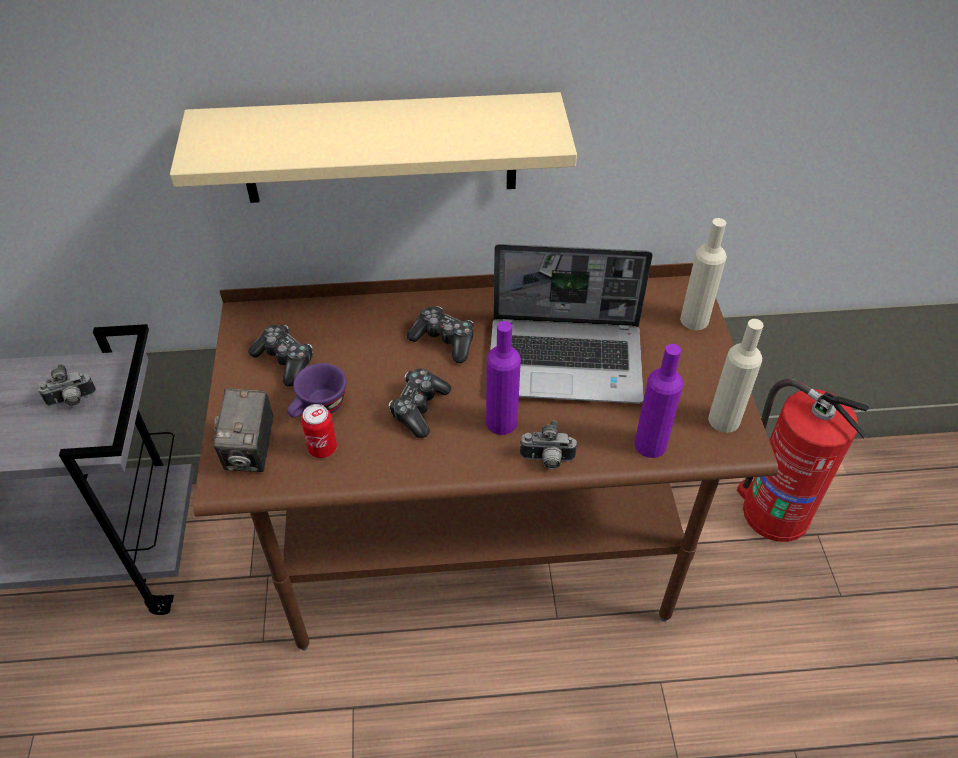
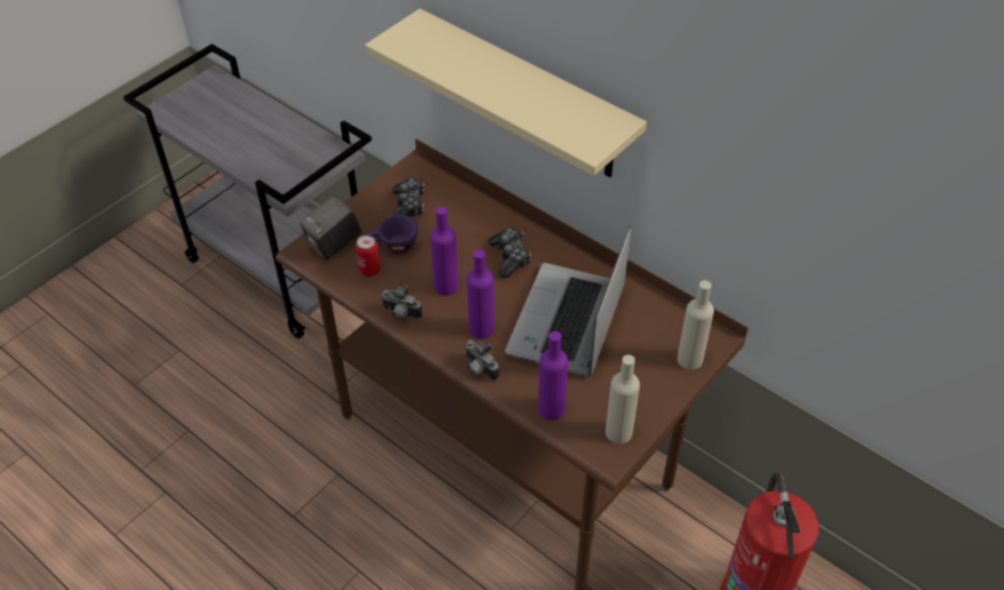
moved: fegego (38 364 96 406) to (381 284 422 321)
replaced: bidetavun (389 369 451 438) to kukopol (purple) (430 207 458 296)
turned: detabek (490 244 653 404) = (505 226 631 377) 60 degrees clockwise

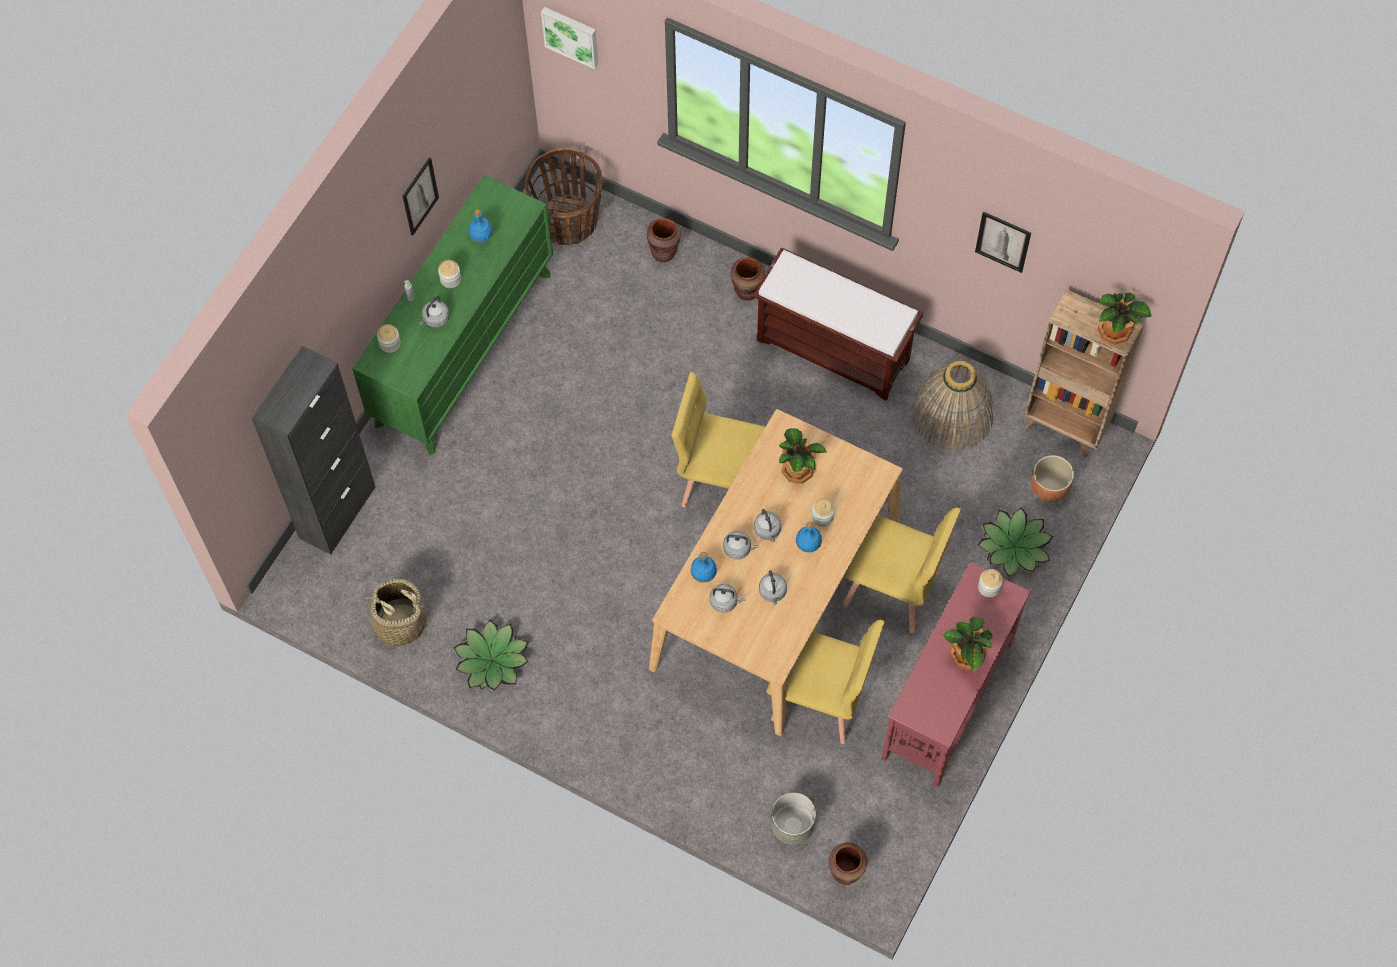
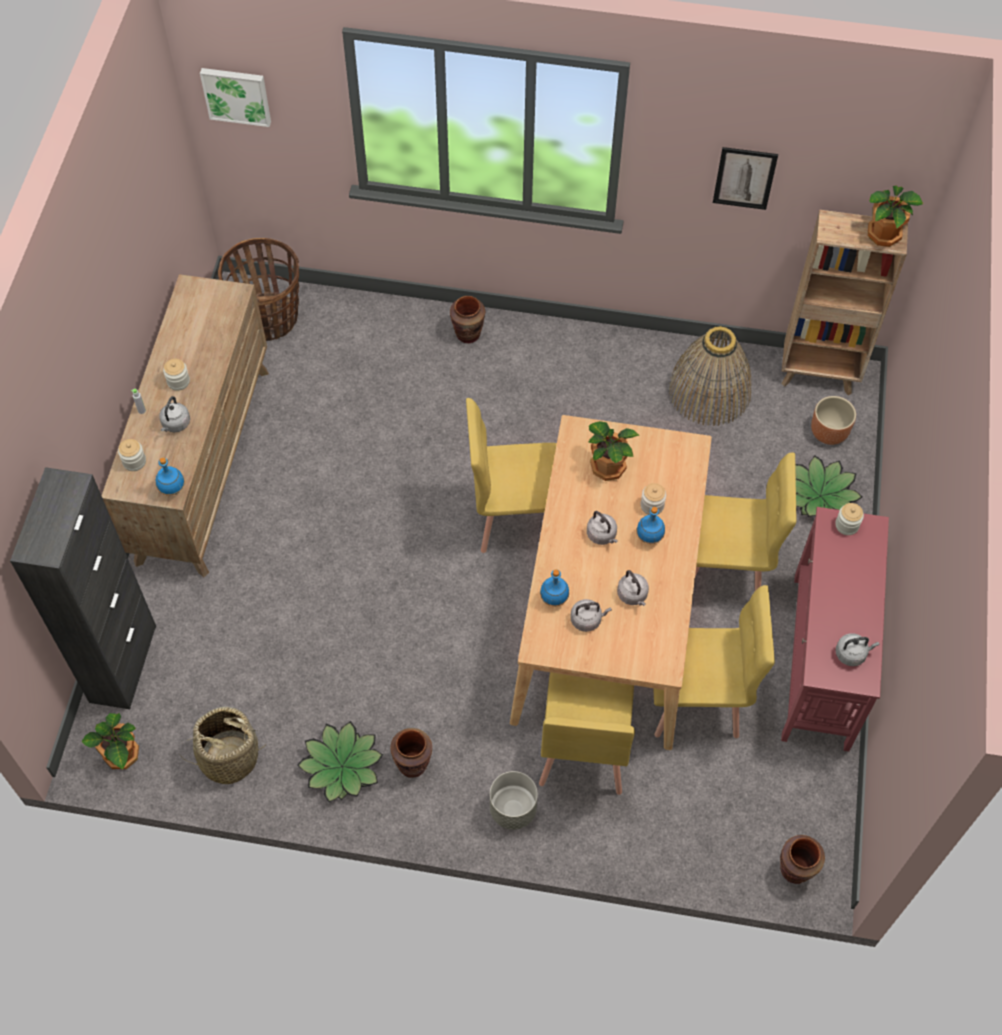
removed: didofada (403 157 439 236); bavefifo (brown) (753 247 923 401)
added: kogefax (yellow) (539 672 635 795)
moved: kukopol (blue) (468 210 493 243) to (155 458 185 496); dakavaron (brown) (647 218 681 262) to (391 728 432 777); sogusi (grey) (723 531 759 560) to (835 633 879 666); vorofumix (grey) (771 793 816 845) to (490 771 538 830); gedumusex (942 616 993 672) to (81 713 139 770)
recoloured: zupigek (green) (352 175 553 455) to zupigek (brown) (102 274 269 577)

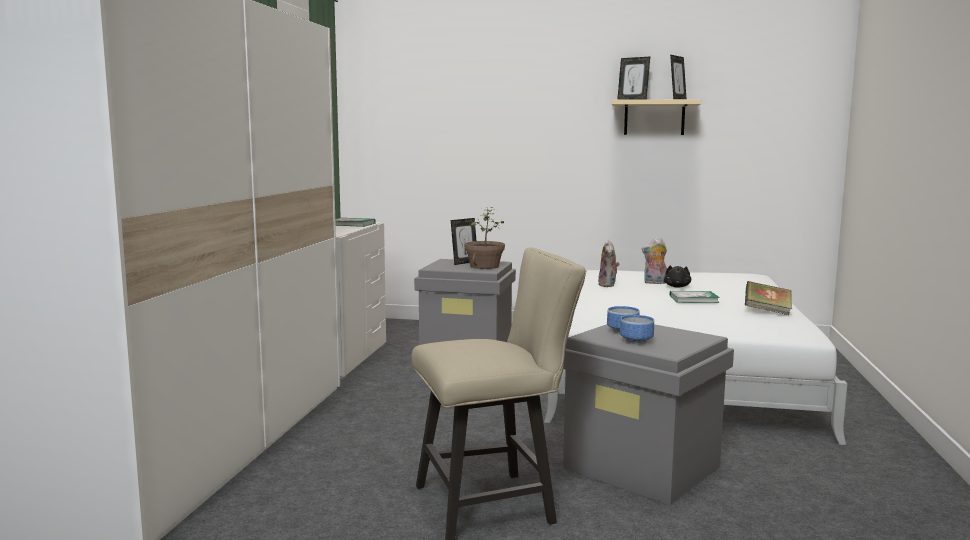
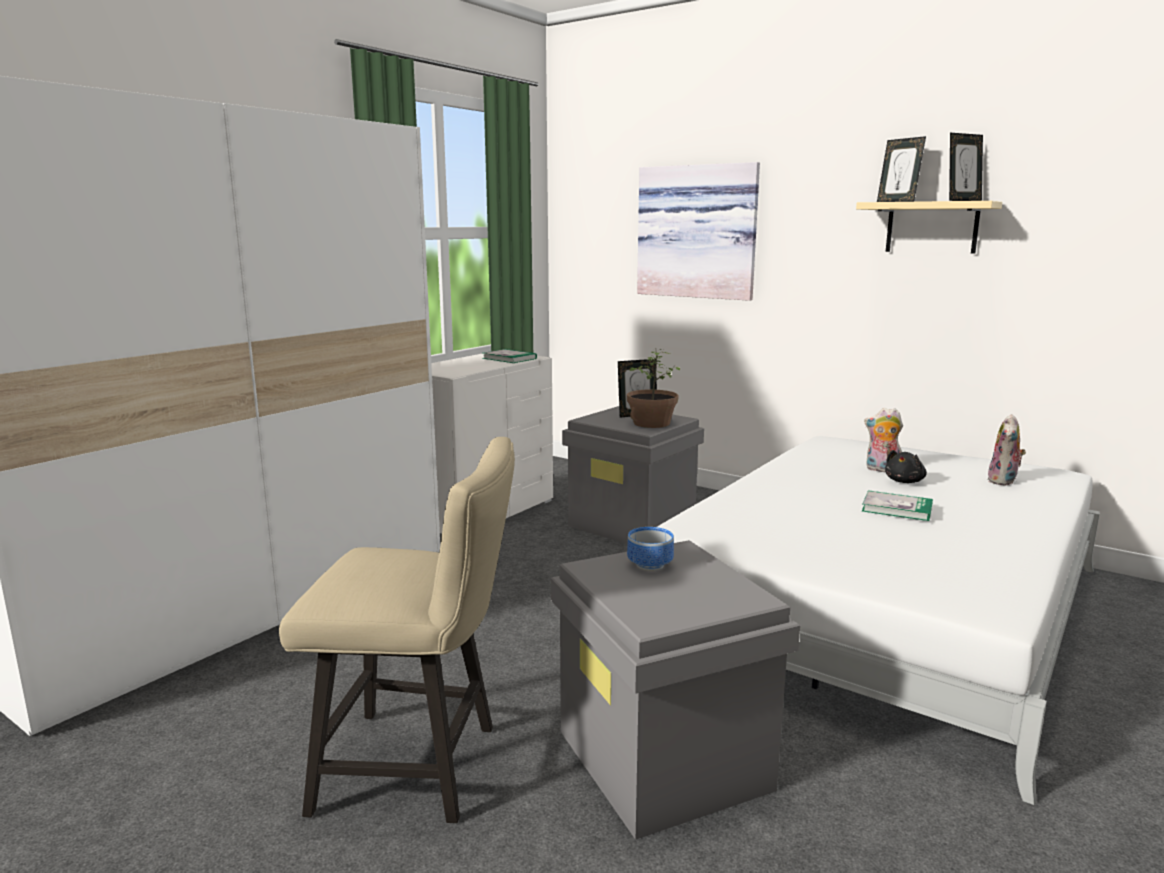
removed: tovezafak (620 315 654 344); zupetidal (745 281 792 315)
added: didofada (637 162 760 301)
moved: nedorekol (598 240 620 287) to (988 414 1026 486)

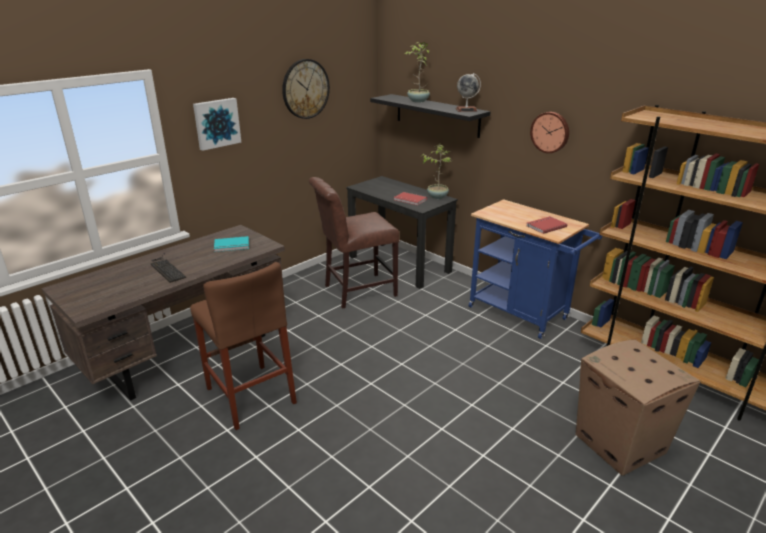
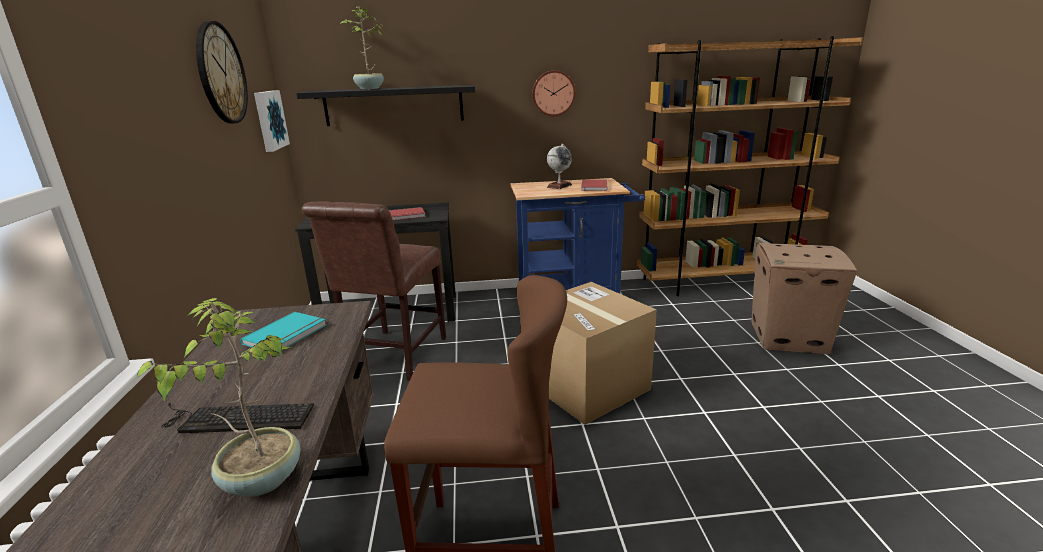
added: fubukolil (549 282 657 425)
moved: didofada (193 98 241 151) to (254 90 290 152); gedumusex (421 144 452 199) to (136 298 301 496); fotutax (456 73 481 112) to (547 144 572 189)

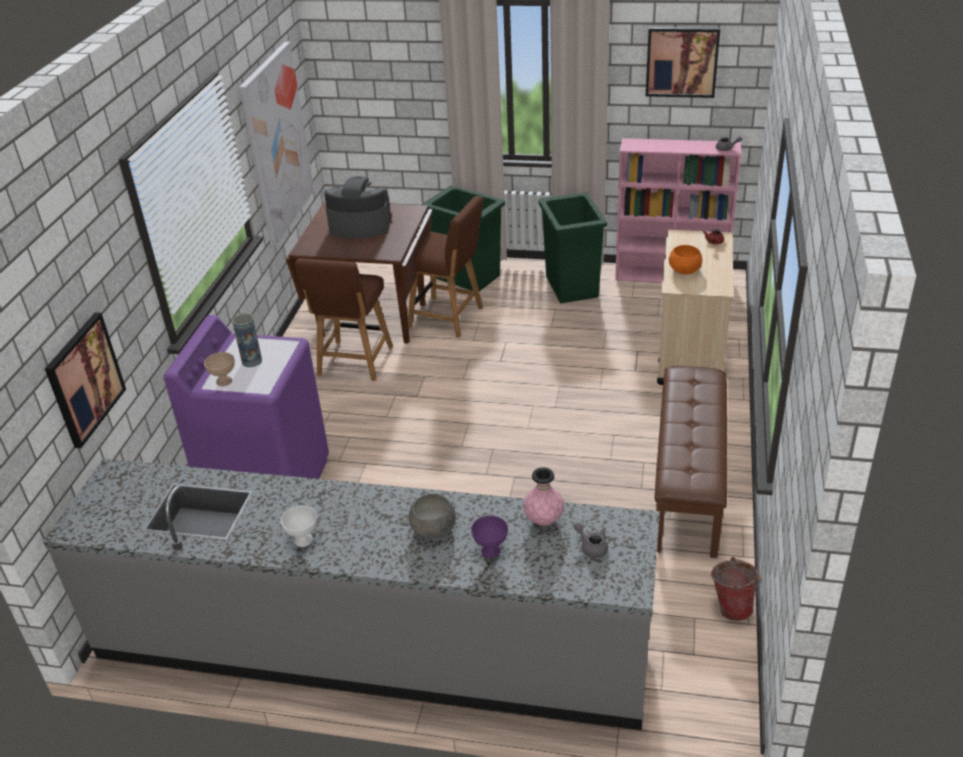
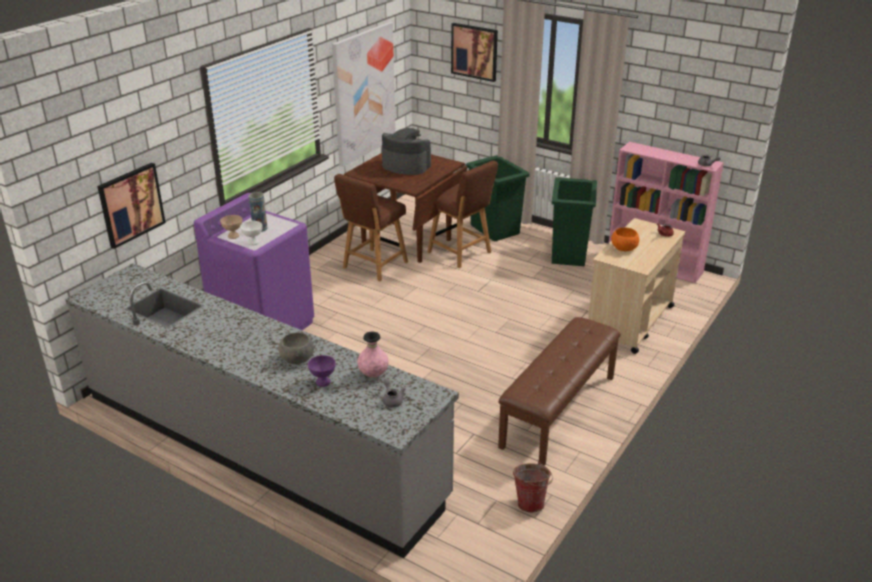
moved: tovezafak (white) (281 506 317 547) to (240 221 263 245); didofada (646 27 720 98) to (451 23 498 82)

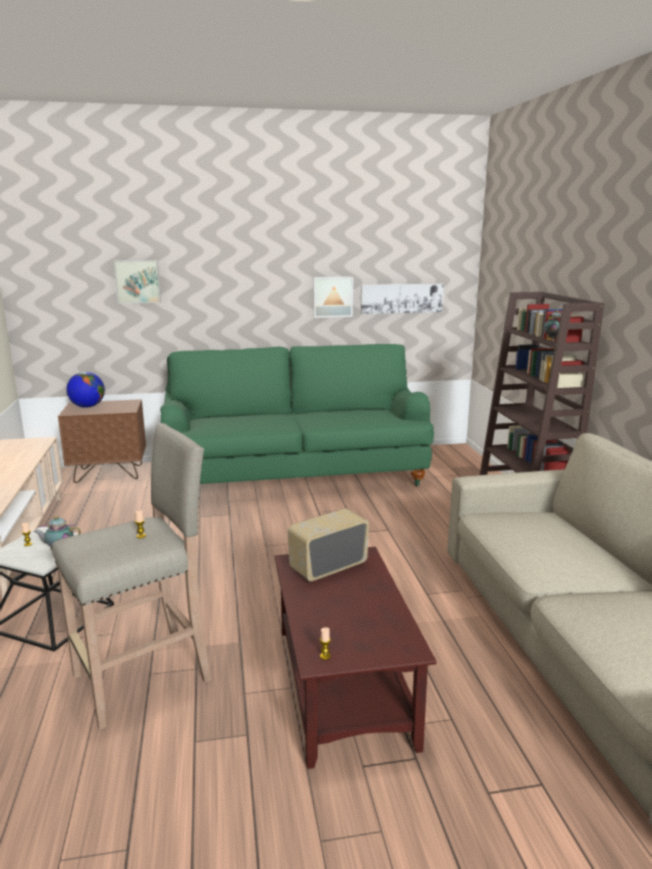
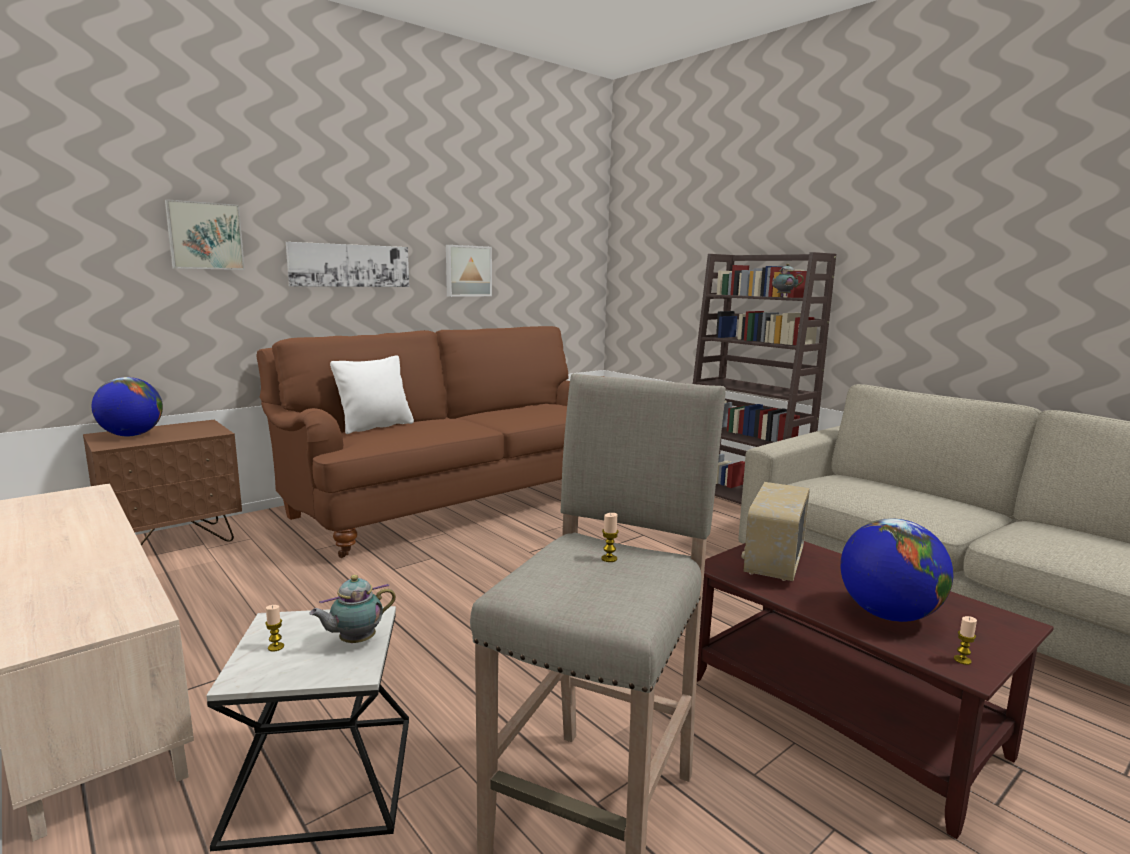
added: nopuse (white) (330 355 414 434); fotutax (840 518 953 622)
moved: didofada (361 284 444 314) to (286 242 409 287)
recoloured: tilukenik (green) (160 344 434 486) to tilukenik (brown) (256 326 606 558)

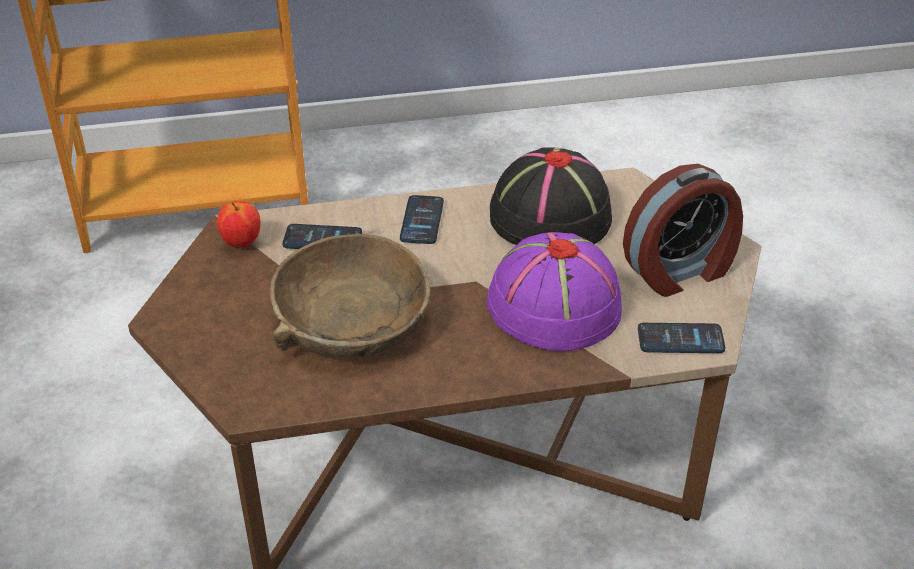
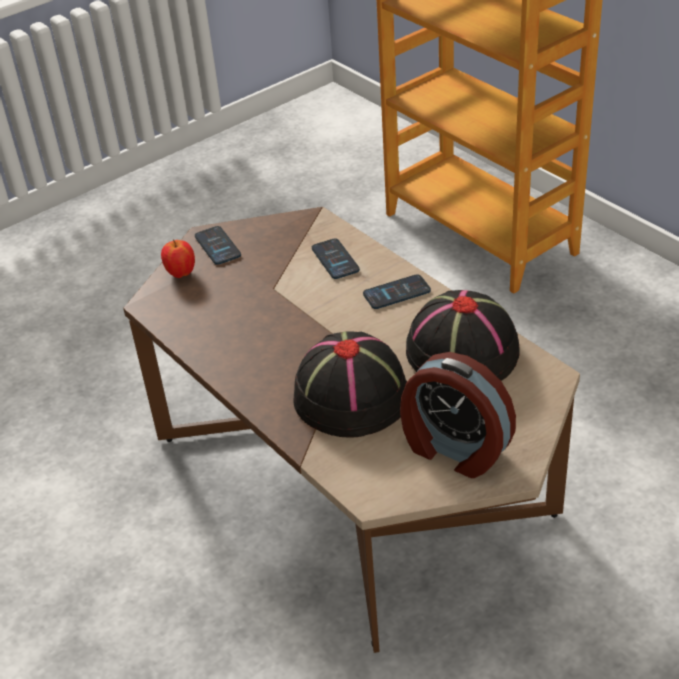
removed: tovezafak (brown) (270 234 431 357)
moved: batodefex (217 201 260 248) to (161 239 195 278); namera (638 323 725 353) to (195 226 241 265)
recoloured: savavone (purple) (487 232 622 351) to savavone (black) (293 331 407 438)

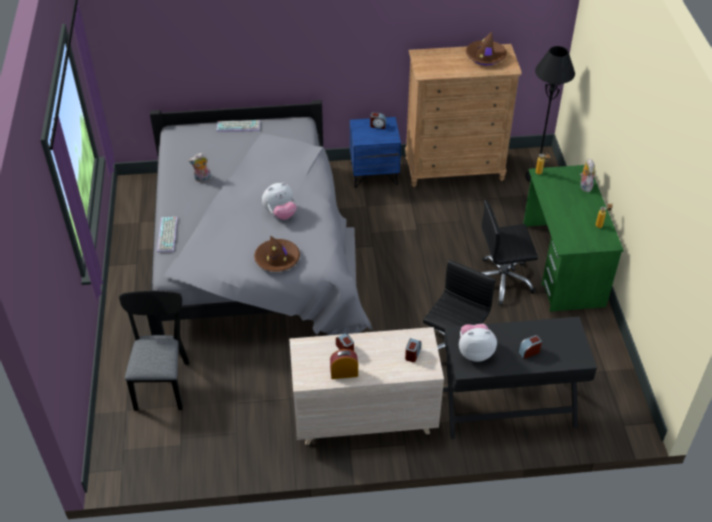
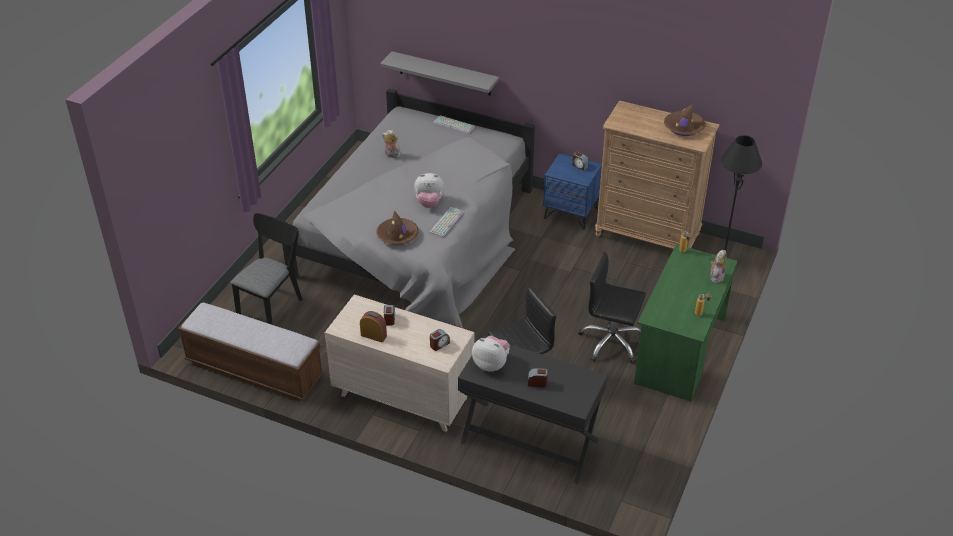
added: bavefifo (178 303 323 401); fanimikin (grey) (380 51 499 96)
moved: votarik (157 217 178 253) to (429 207 464 238)

